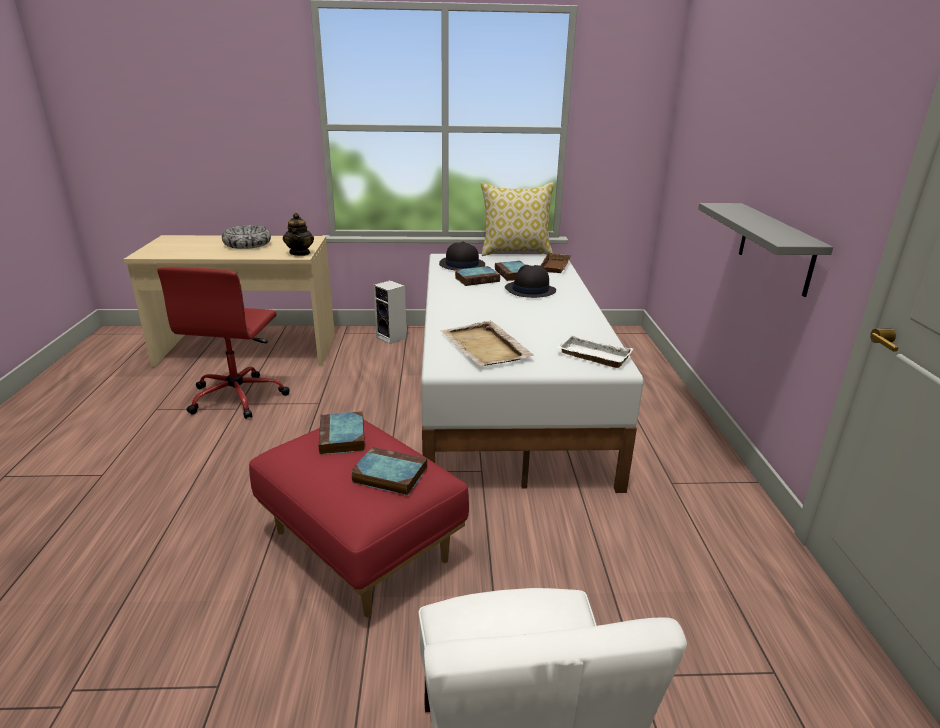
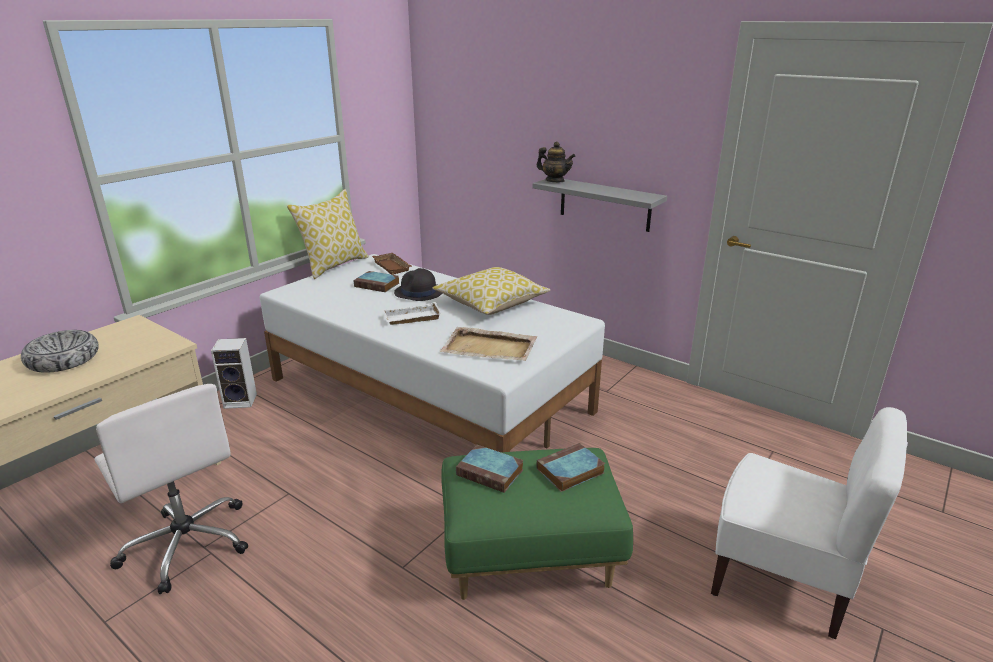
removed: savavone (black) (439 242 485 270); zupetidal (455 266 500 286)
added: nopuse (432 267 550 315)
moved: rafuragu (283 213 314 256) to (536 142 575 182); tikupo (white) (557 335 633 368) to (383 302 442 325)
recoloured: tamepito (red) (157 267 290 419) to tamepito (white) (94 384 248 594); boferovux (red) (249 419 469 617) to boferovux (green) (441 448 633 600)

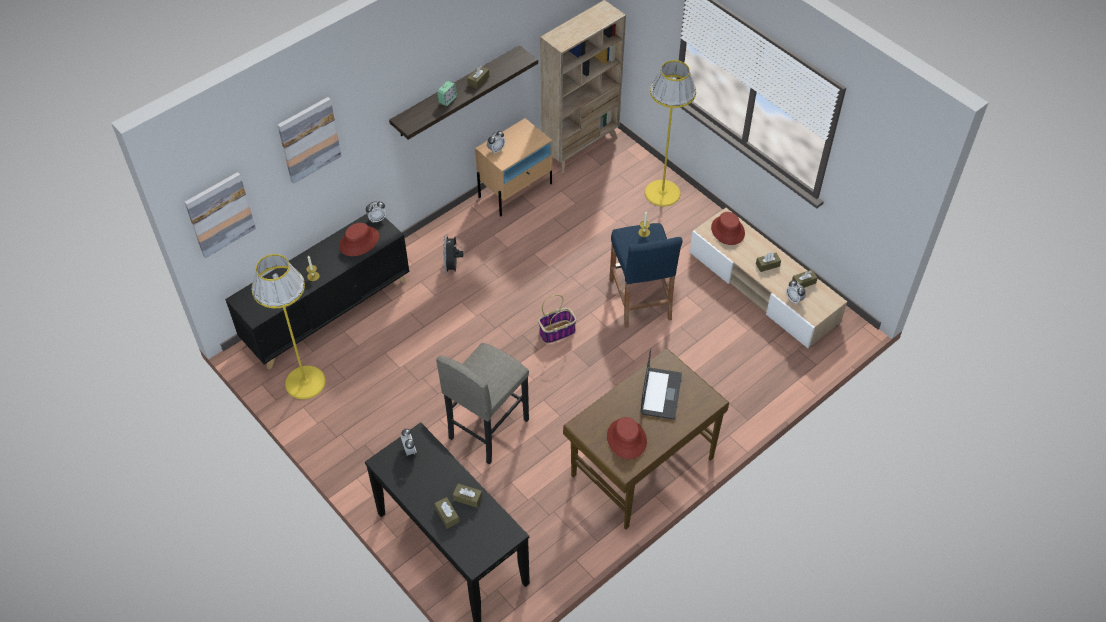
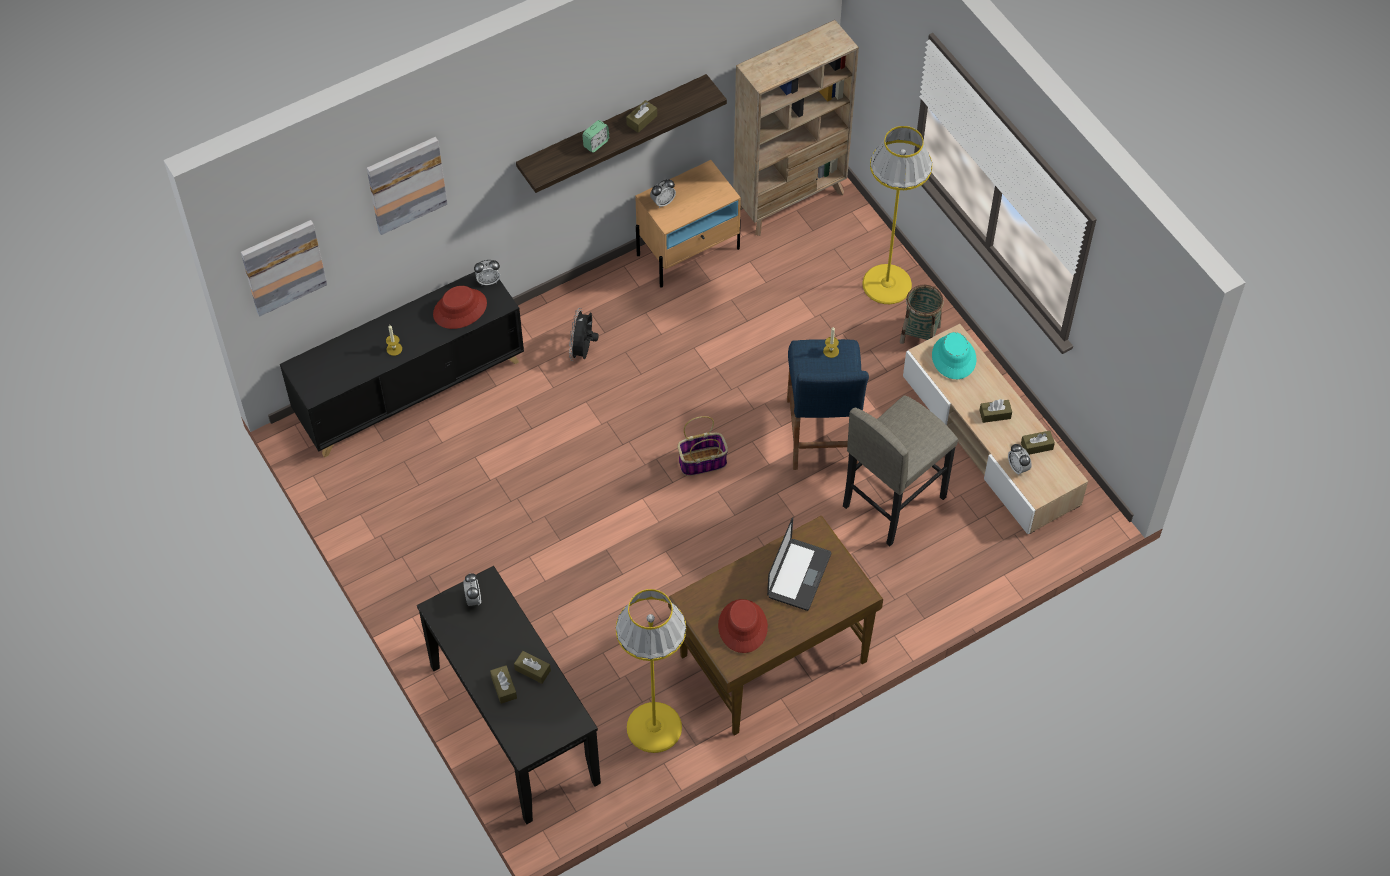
added: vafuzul (900 285 944 344)
moved: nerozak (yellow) (252 254 326 399) to (616 589 686 753); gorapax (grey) (436 343 529 464) to (843 395 958 546)
recoloured: savavone (red) (711 212 745 245) to savavone (turquoise) (932 332 977 379)

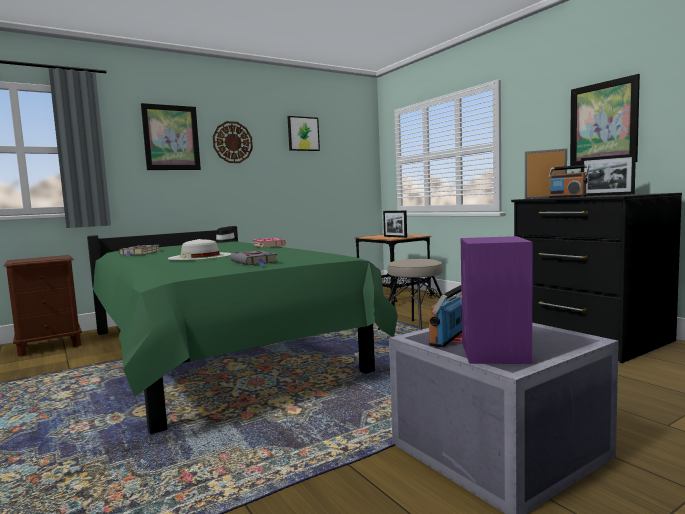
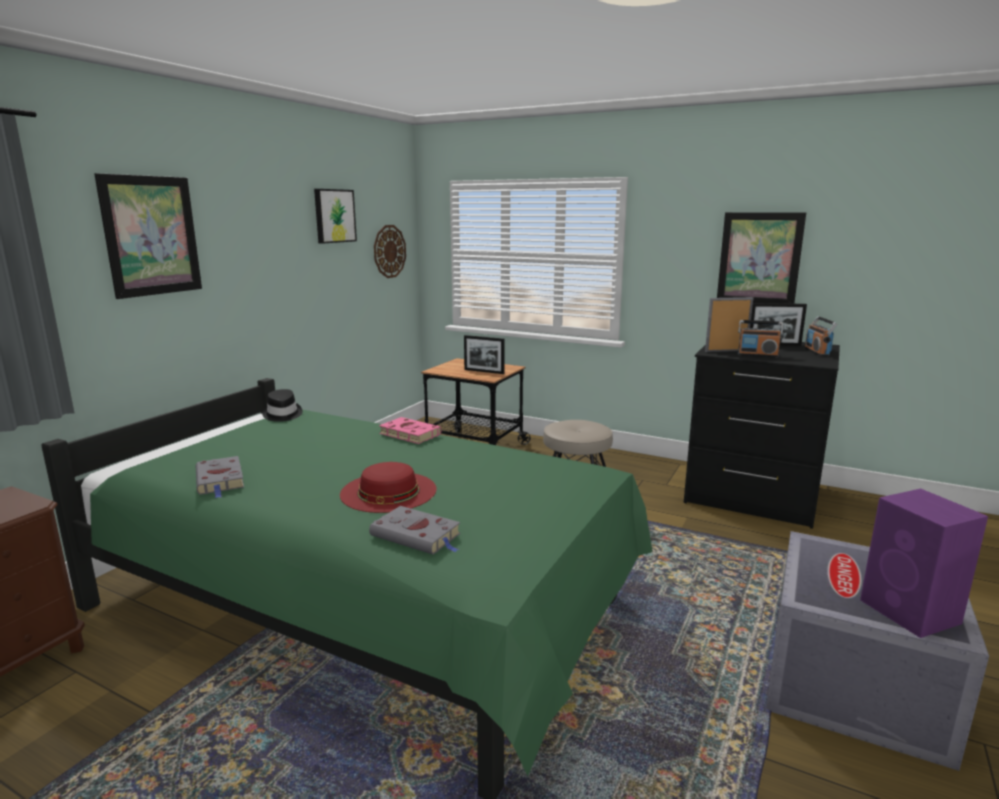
moved: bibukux (213 121 253 163) to (374 225 406 278); zupetidal (grey) (230 250 278 266) to (369 506 460 555); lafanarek (429 285 462 347) to (804 316 837 356)
recoloured: savavone (white) (168 239 231 260) to savavone (red) (340 462 436 513)

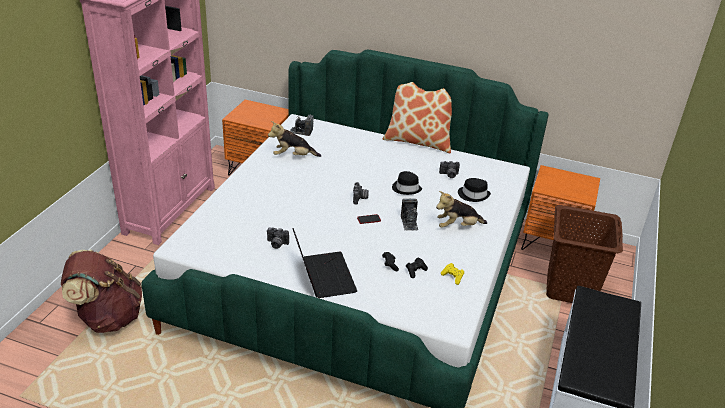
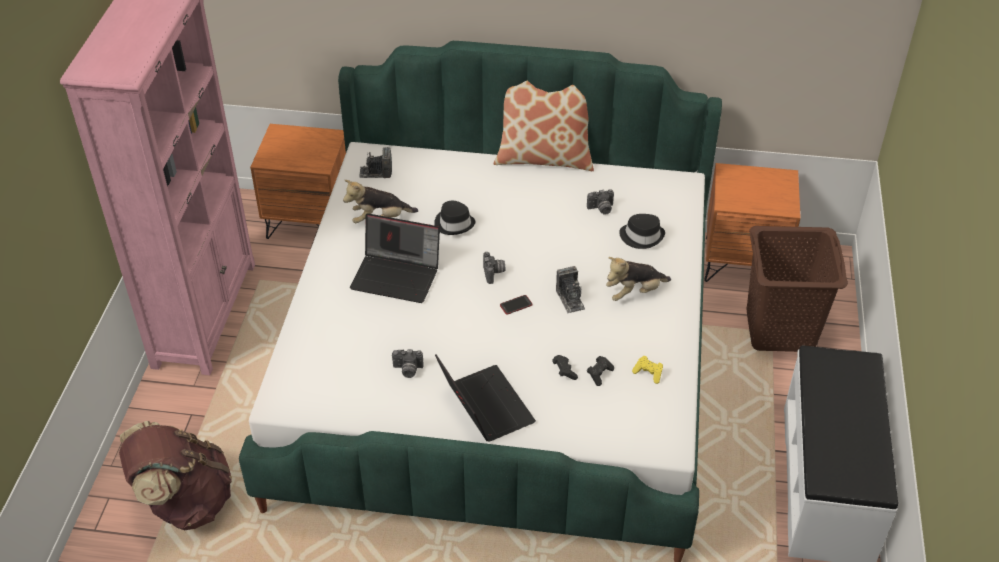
added: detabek (350 213 440 303)
moved: savavone (black) (392 171 422 195) to (434 201 476 235)

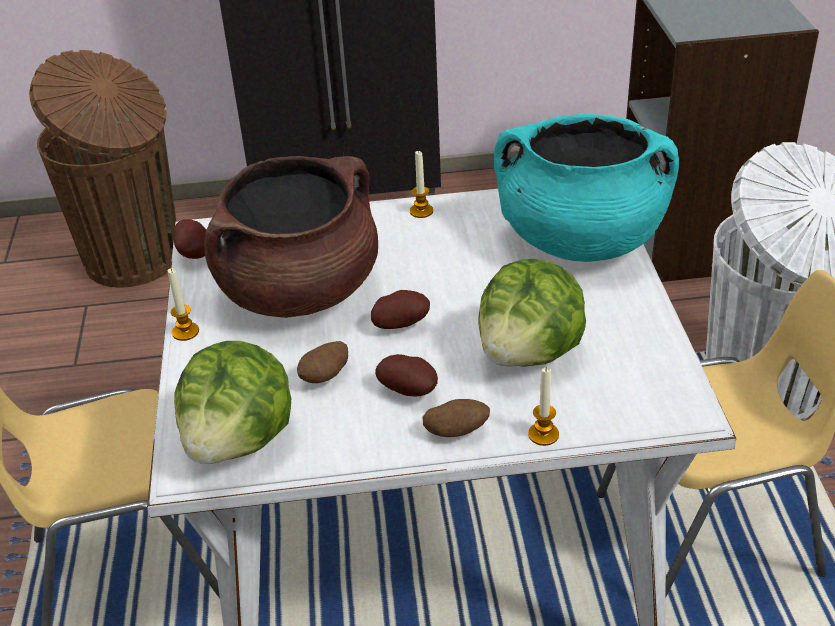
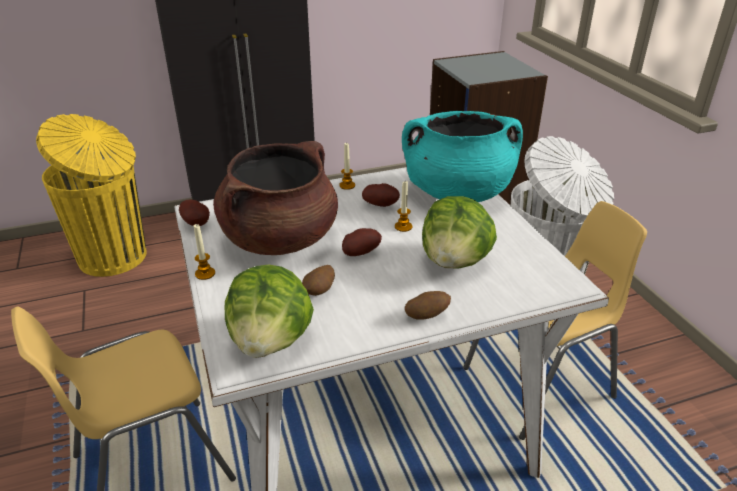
moved: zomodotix (375 354 438 397) to (362 183 400 207); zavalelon (528 367 559 446) to (395 181 412 232)
recoloured: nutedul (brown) (29 50 176 288) to nutedul (yellow) (36 114 147 277)

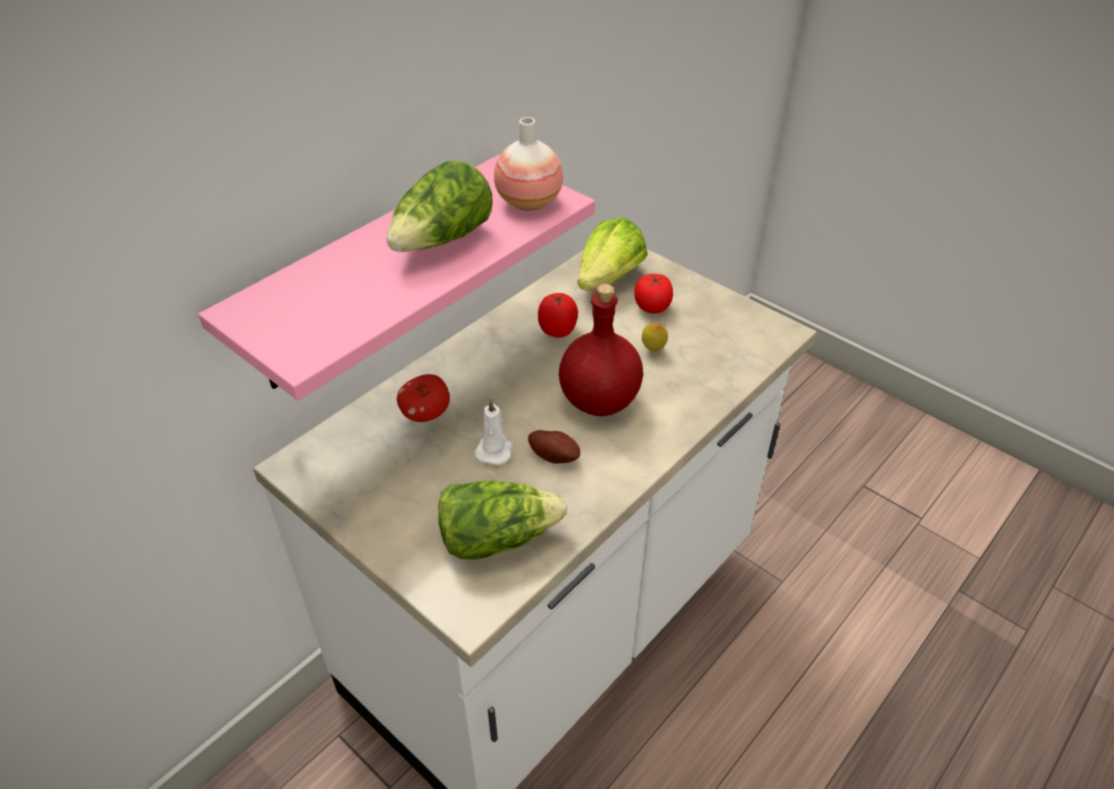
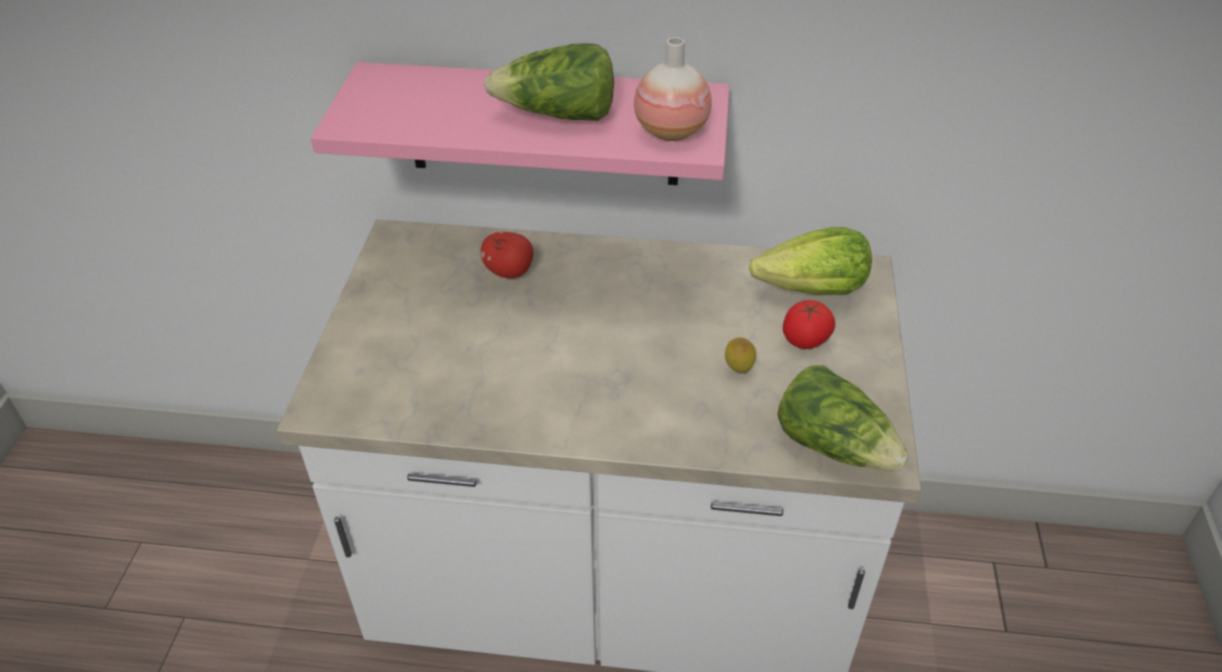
removed: zavalelon (white) (474 399 513 465); zomodotix (528 430 580 463); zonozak (538 293 578 337); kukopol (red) (559 284 643 416)
moved: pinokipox (438 480 568 560) to (777 365 909 471)

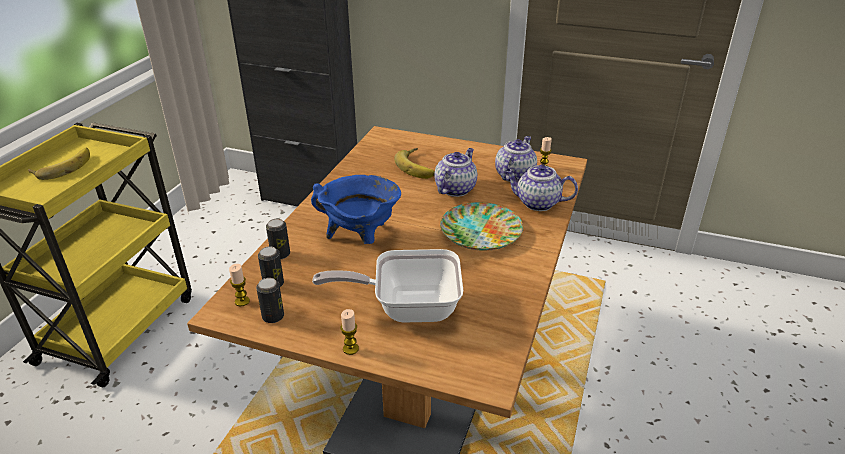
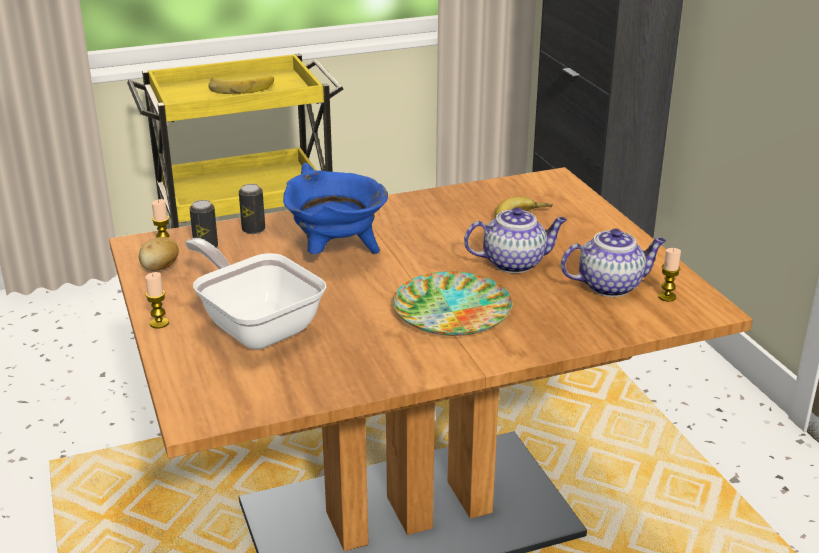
removed: rafuragu (505 164 578 211)
replaced: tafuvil (256 278 284 323) to zomodotix (139 237 179 271)

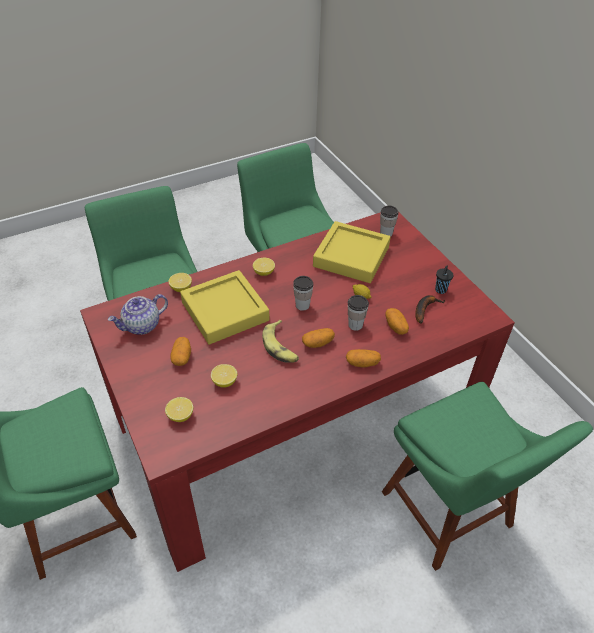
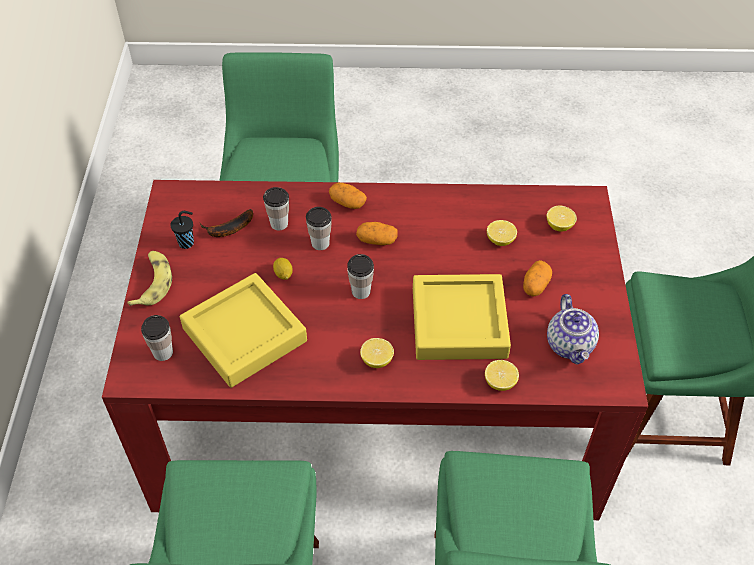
moved: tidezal (262 320 299 363) to (127 251 172 306)
replaced: zomodotix (385 308 409 335) to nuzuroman (263 187 289 231)
turned: rafuragu (108 294 168 335) = (547 294 599 365) 90 degrees clockwise

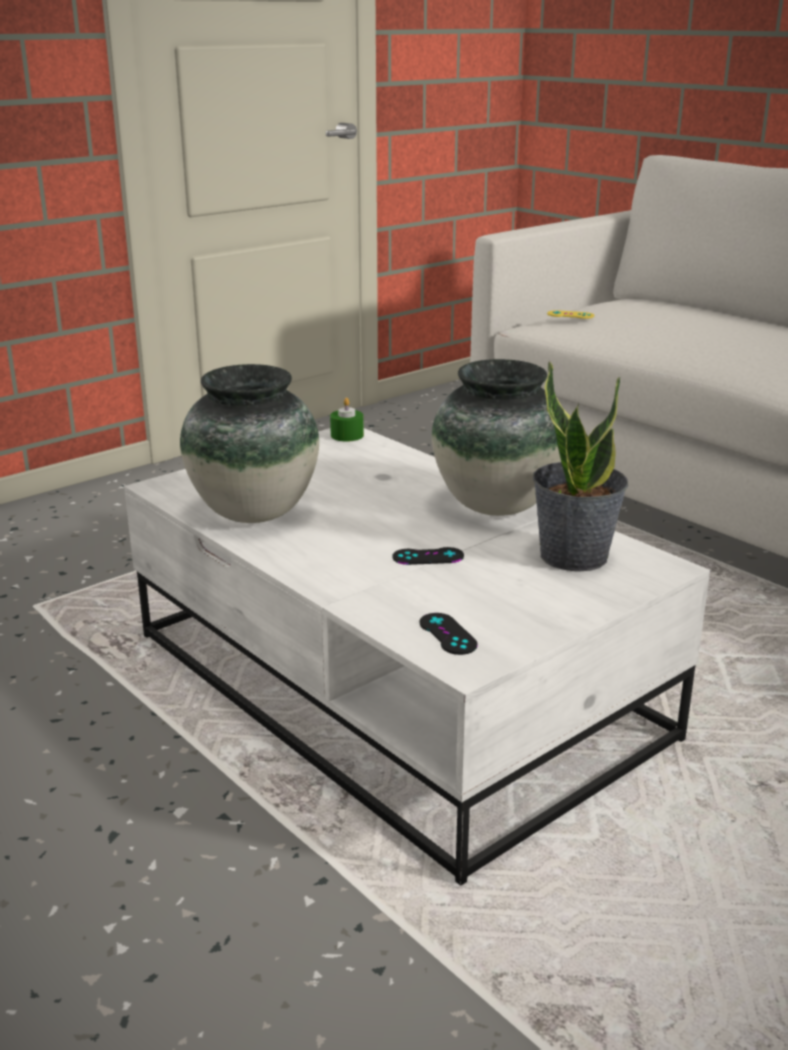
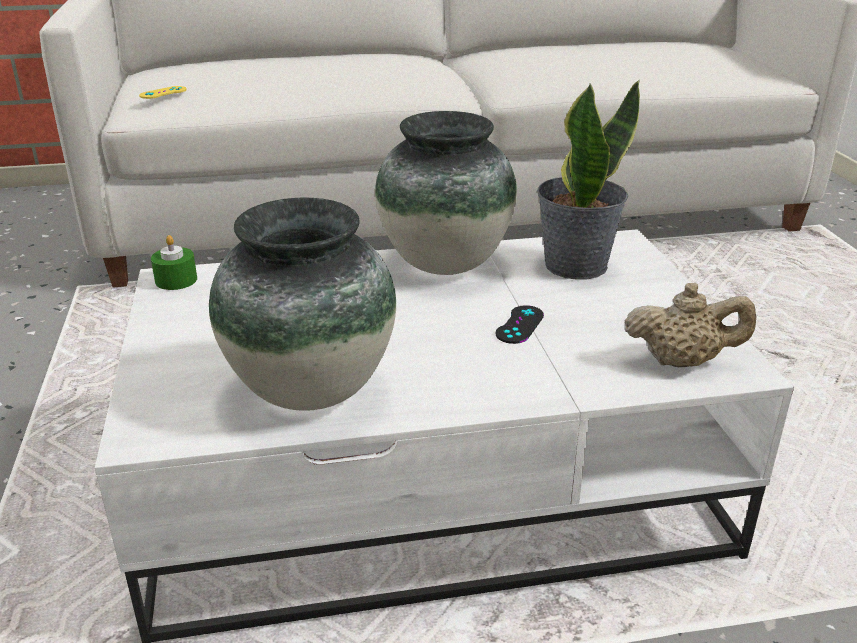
replaced: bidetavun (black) (420 613 478 655) to rafuragu (beige) (625 283 756 367)

